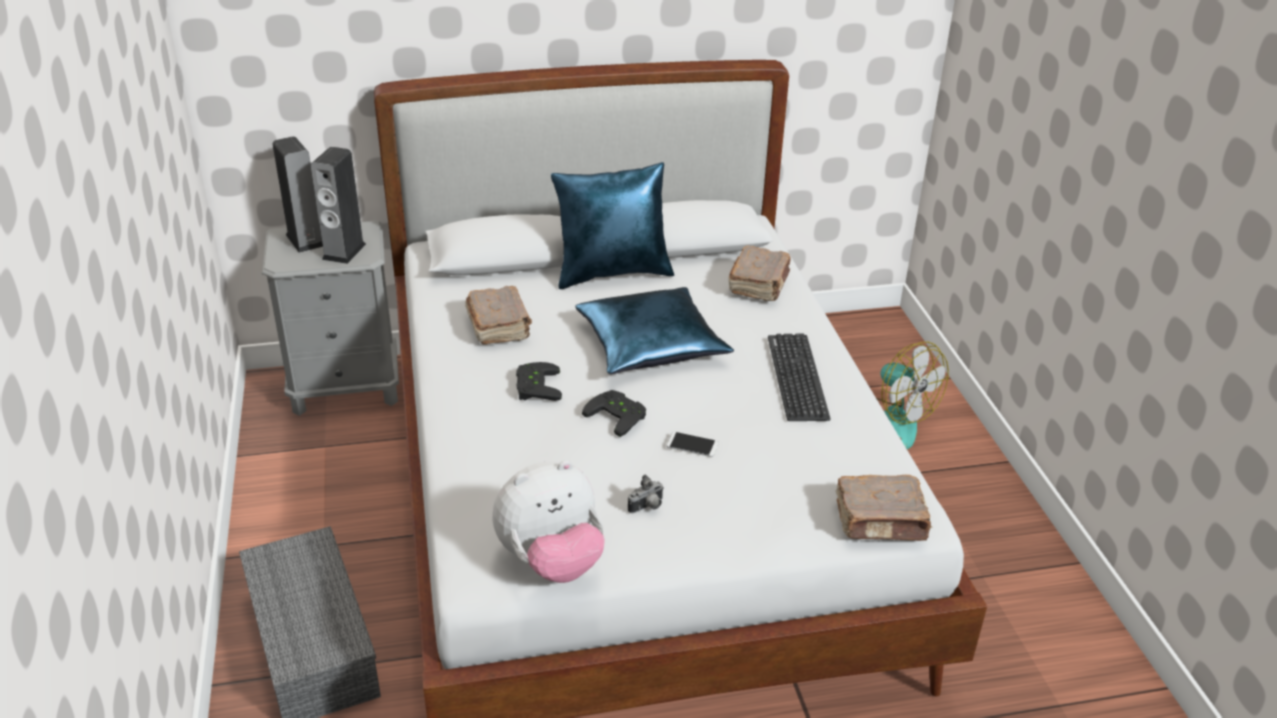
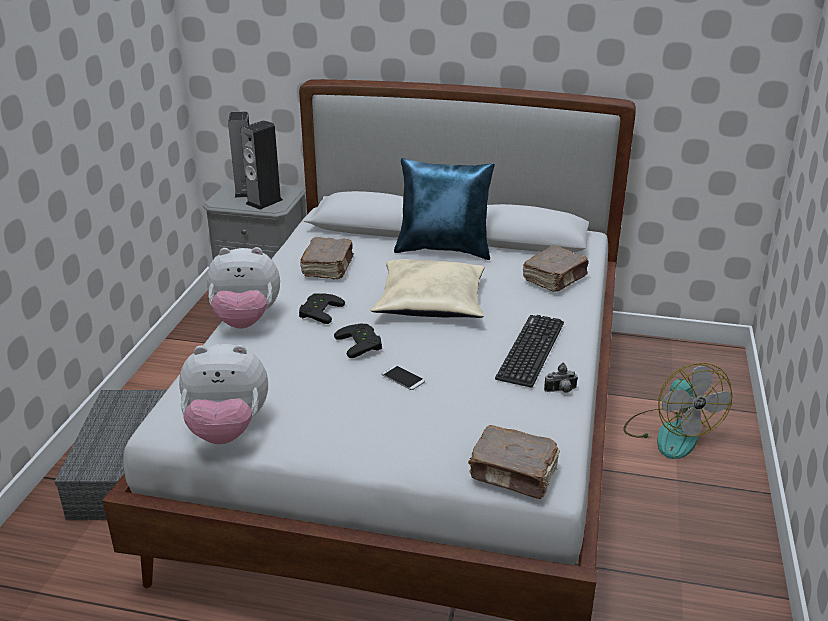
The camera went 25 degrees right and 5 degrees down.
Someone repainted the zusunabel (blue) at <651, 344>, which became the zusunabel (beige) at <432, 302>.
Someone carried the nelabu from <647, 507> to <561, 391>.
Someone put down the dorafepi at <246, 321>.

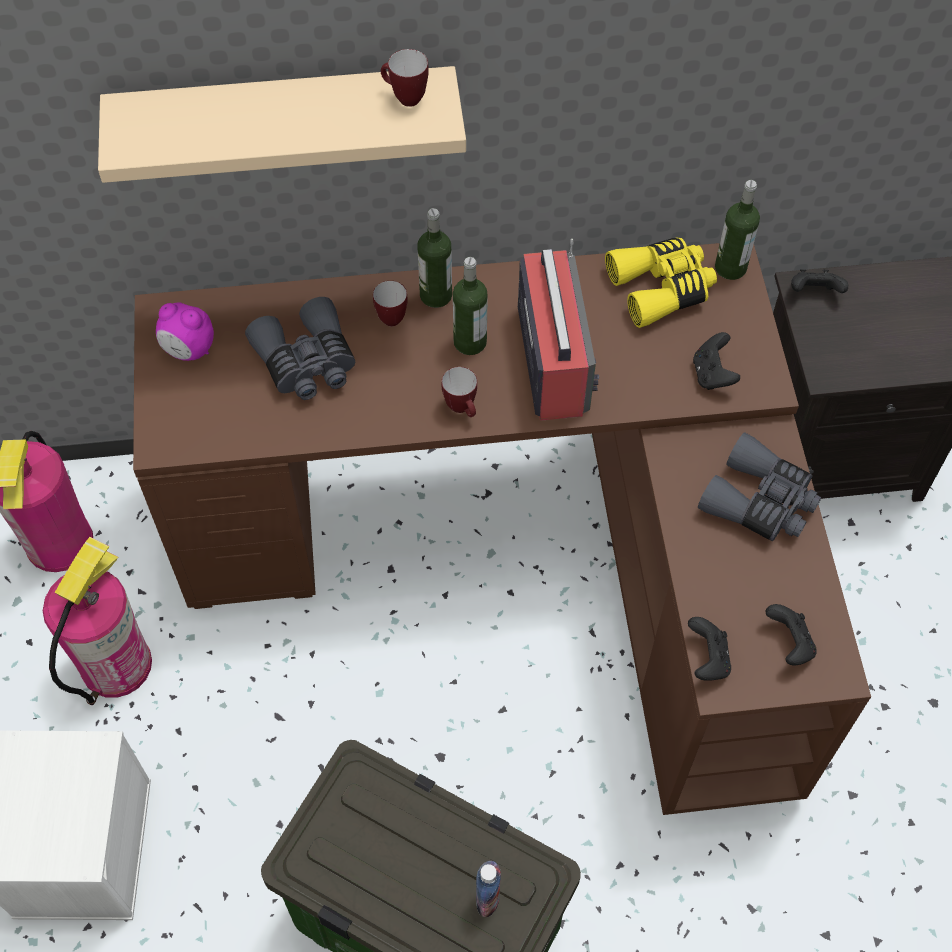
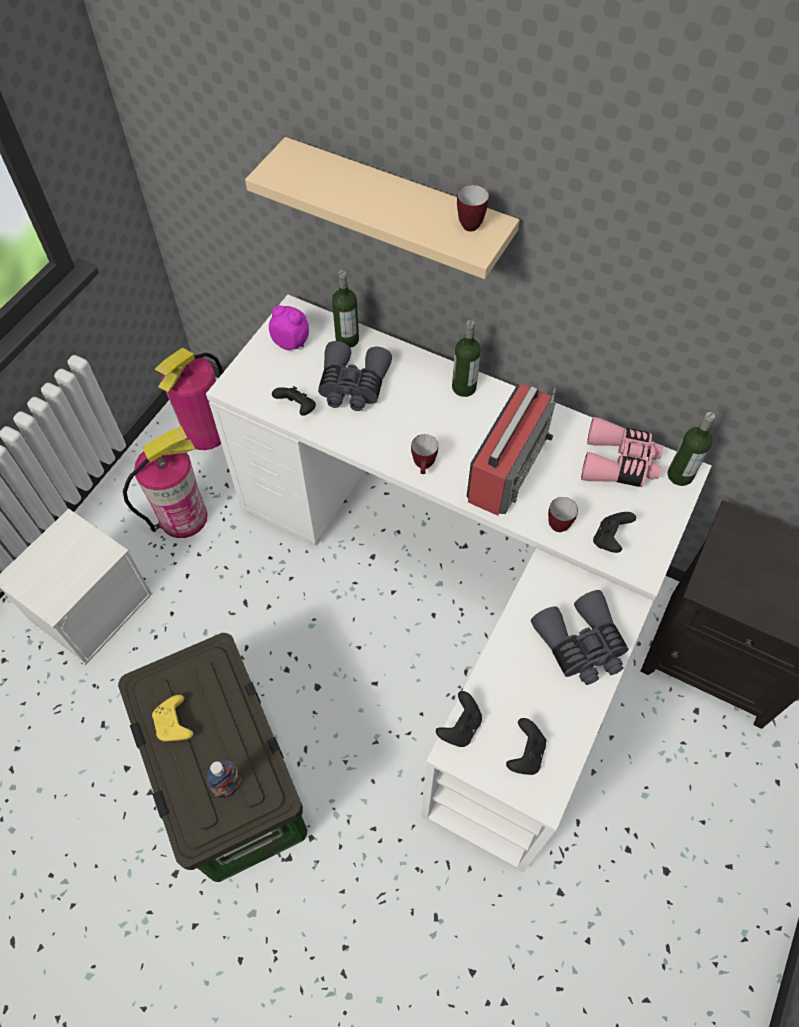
The camera went 35 degrees right and 0 degrees up.
Someone repainted the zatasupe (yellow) at <661, 288>, which became the zatasupe (pink) at <619, 462>.
Someone repainted the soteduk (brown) at <523, 552>, which became the soteduk (white) at <460, 595>.
Someone carried the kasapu from <470, 342> to <347, 339>.
Someone carried the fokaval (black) from <814, 293> to <297, 409>.
Someone carried the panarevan from <389, 316> to <558, 522>.
Someone rotated the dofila at <189, 350> by 150 degrees clockwise.
Someone put down the fokaval (yellow) at <174, 724>.

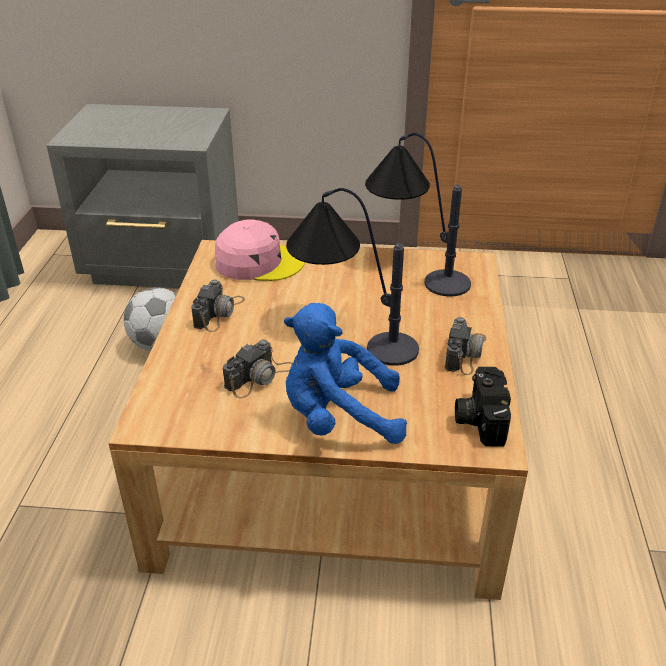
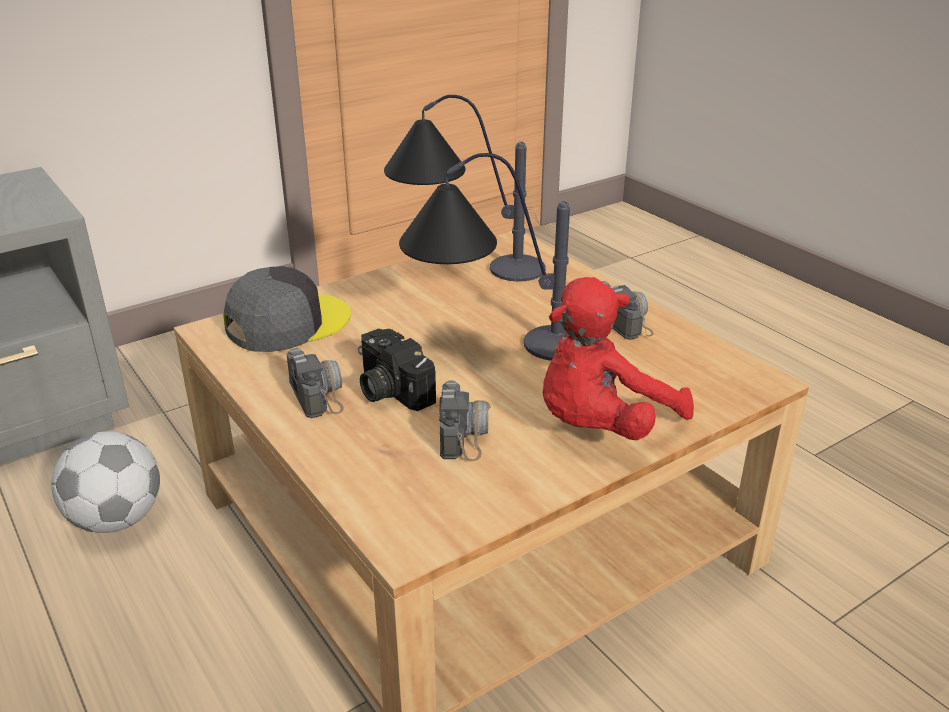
The camera went 40 degrees left and 5 degrees down.
Someone repainted the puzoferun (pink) at <258, 262>, which became the puzoferun (grey) at <287, 323>.
Someone repainted the dorafepi (blue) at <338, 418>, which became the dorafepi (red) at <601, 426>.
Someone carried the nelabu from <478, 418> to <388, 390>.

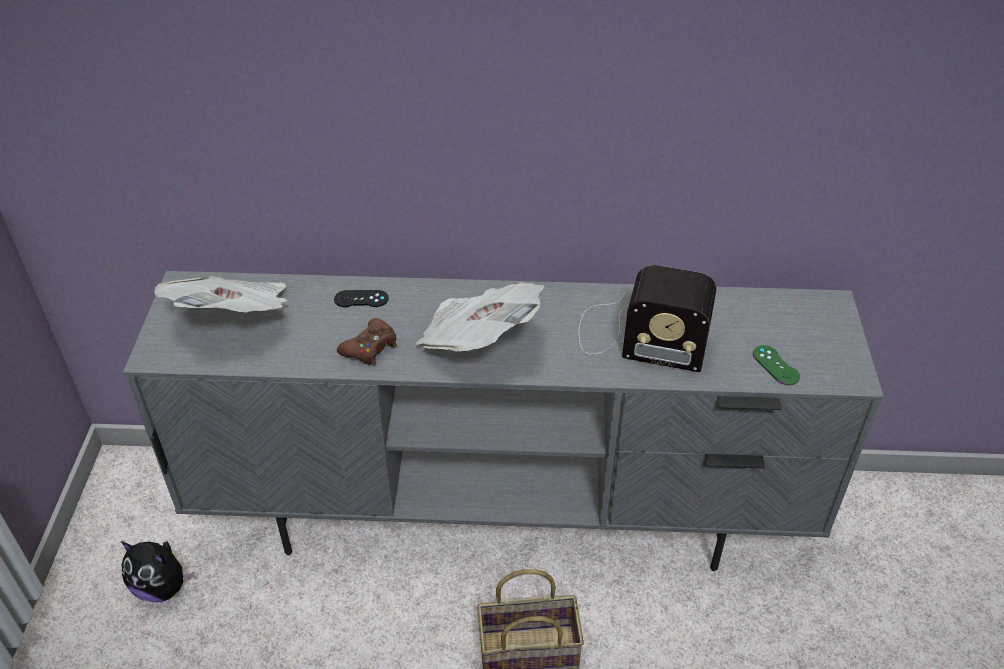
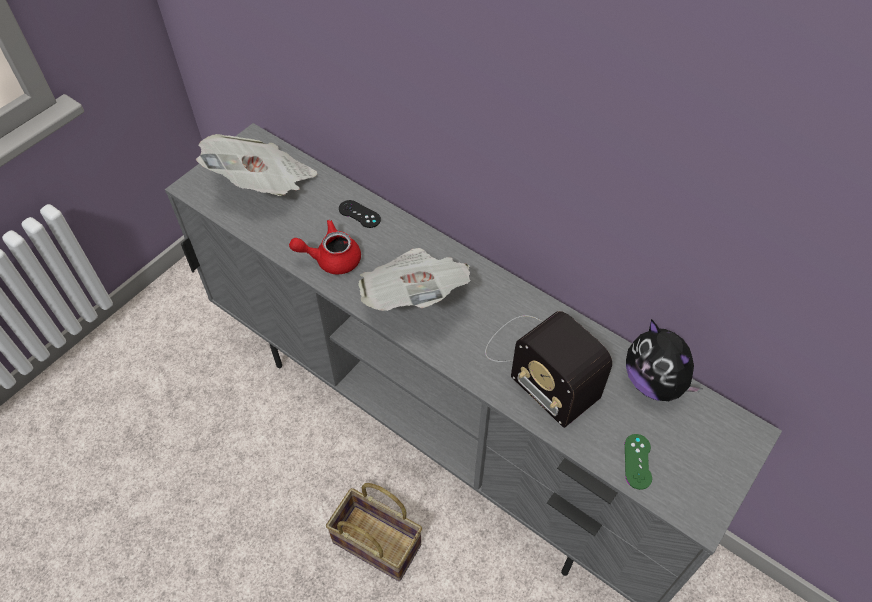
The camera went 35 degrees right and 10 degrees up.
Someone swapped the fokaval (brown) at <370, 348> for the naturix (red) at <331, 259>.
Someone carried the dorafepi from <162, 587> to <654, 382>.

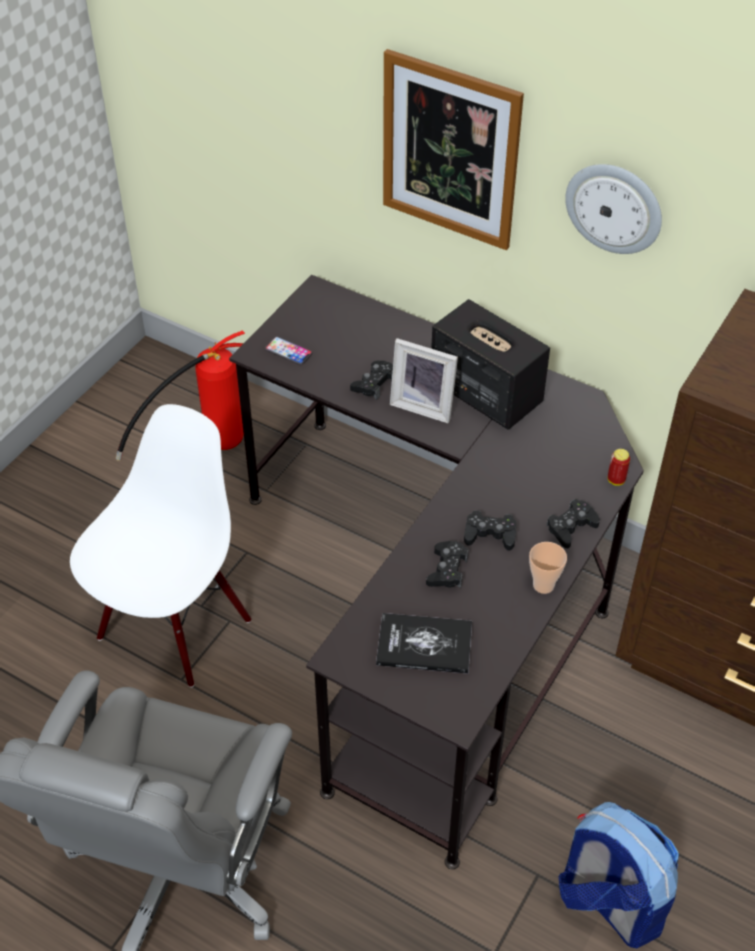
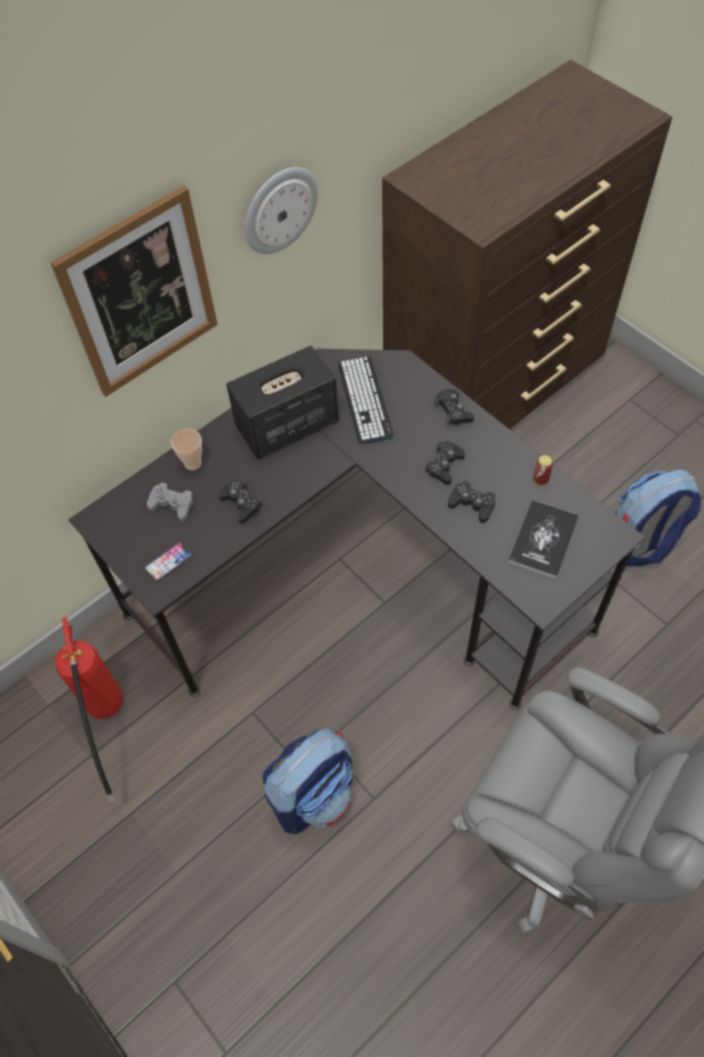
The camera went 70 degrees left and 10 degrees up.
Someone took away the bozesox at <424, 405>.
Someone swapped the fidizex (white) at <173, 626> for the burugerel at <314, 794>.
Someone carried the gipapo from <616, 480> to <540, 480>.
Someone carried the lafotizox from <543, 585> to <193, 463>.
Someone put down the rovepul at <365, 400>.
Someone put down the fokaval (grey) at <172, 505>.

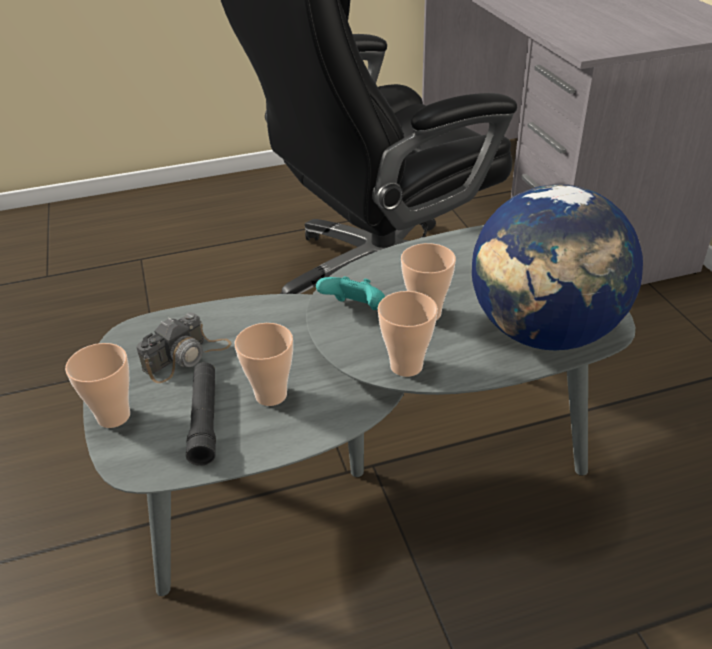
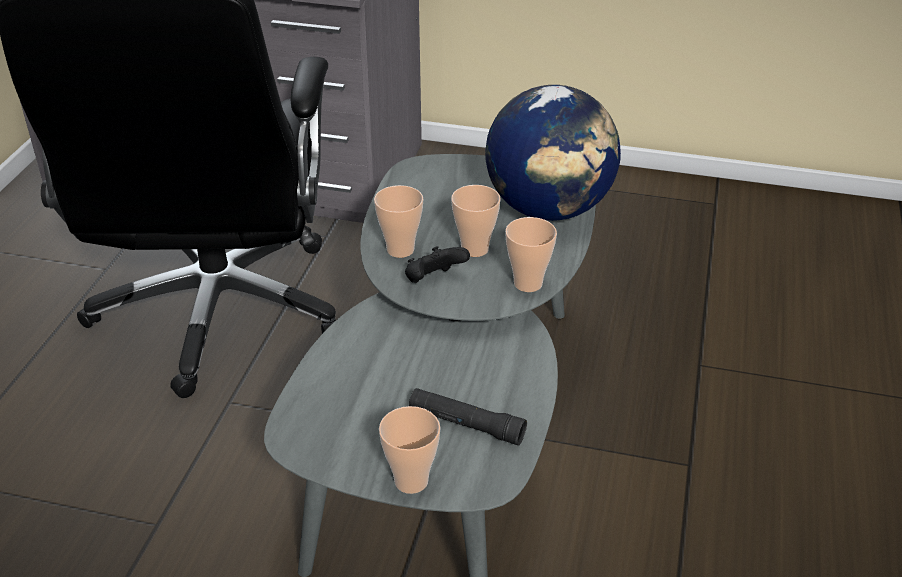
The camera went 60 degrees left and 0 degrees up.
Someone repainted the fokaval (turquoise) at <355, 310>, which became the fokaval (black) at <433, 281>.
Someone took away the nelabu at <187, 356>.
Someone carried the lafotizox from <271, 395> to <400, 250>.

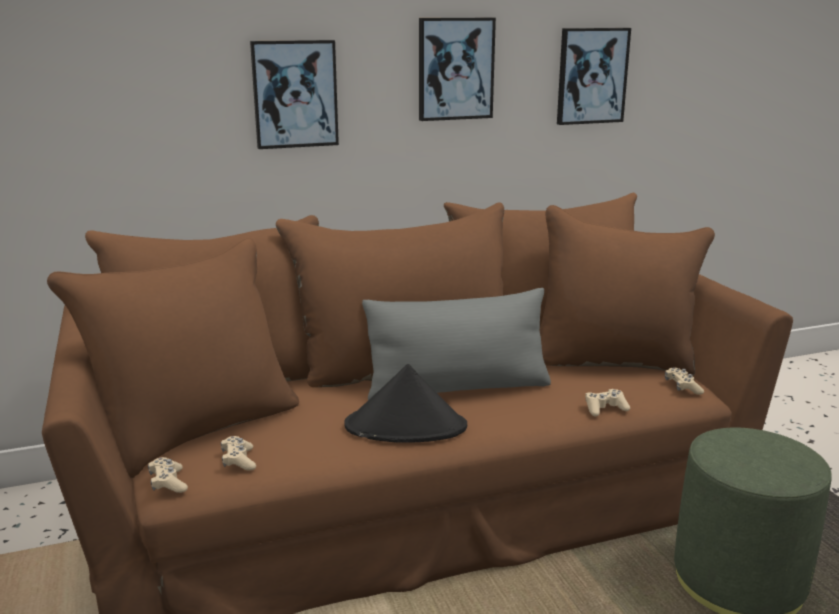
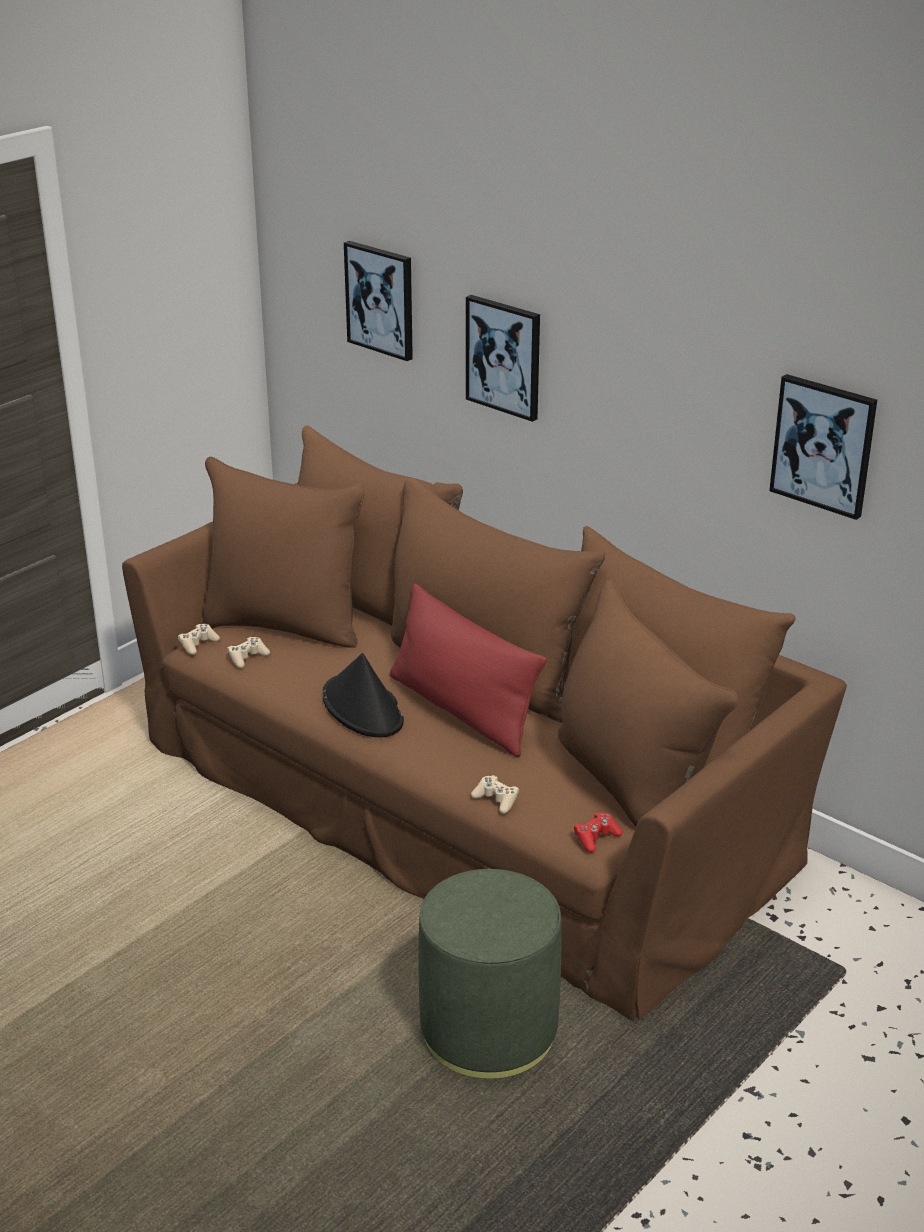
The camera went 60 degrees right and 10 degrees up.
Someone carried the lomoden from <455, 69> to <381, 299>.
Someone repainted the zusunabel (grey) at <458, 388>, which became the zusunabel (red) at <462, 710>.
Someone repainted the fokaval (beige) at <682, 387>, which became the fokaval (red) at <596, 838>.

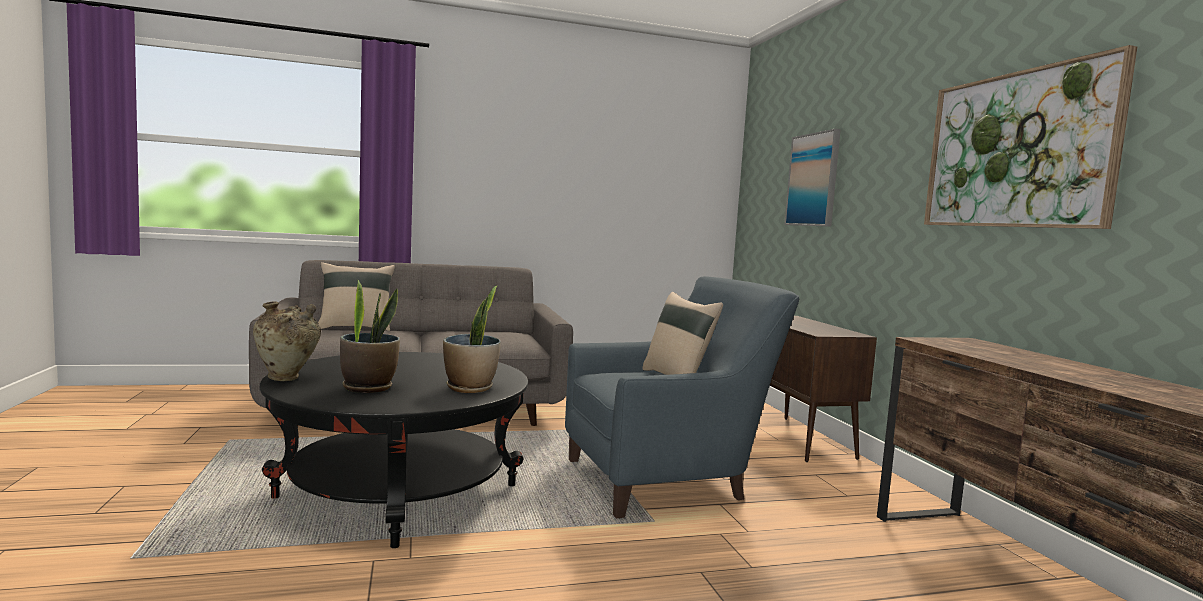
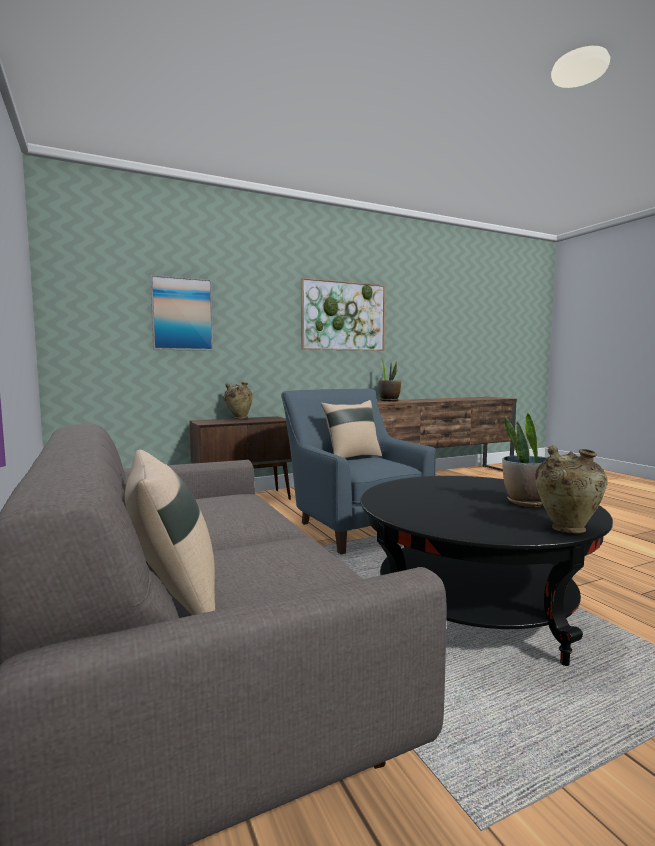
The camera went 100 degrees left and 0 degrees up.
Someone carried the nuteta from <470, 388> to <389, 401>.
Someone put down the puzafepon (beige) at <239, 418>.

